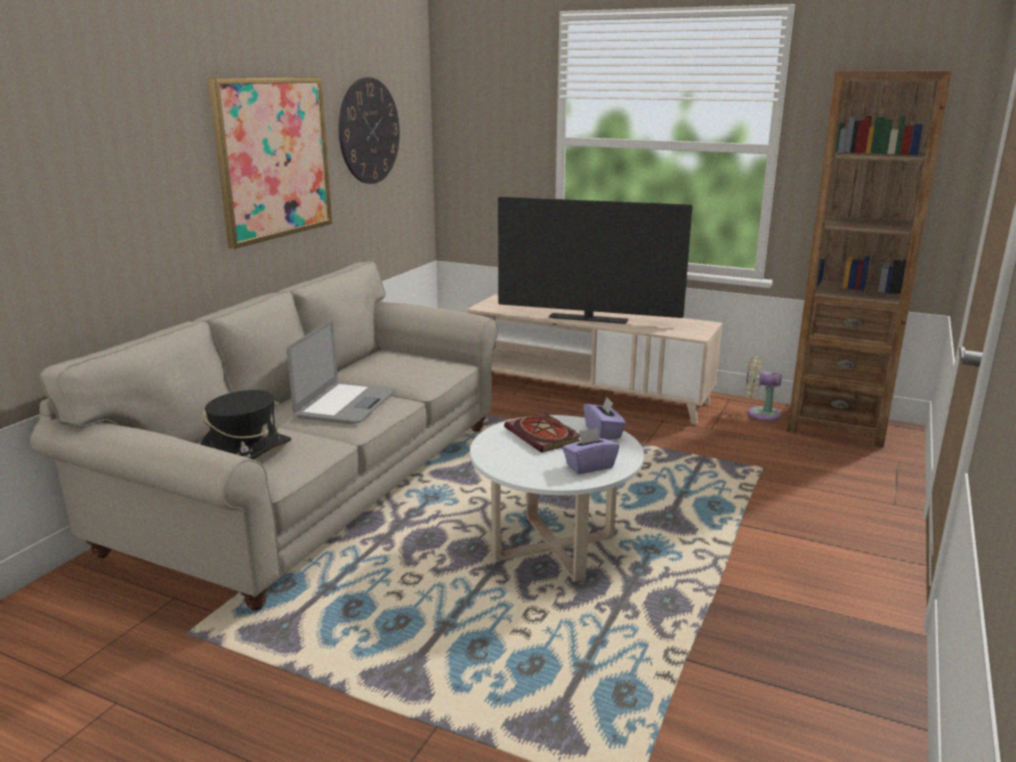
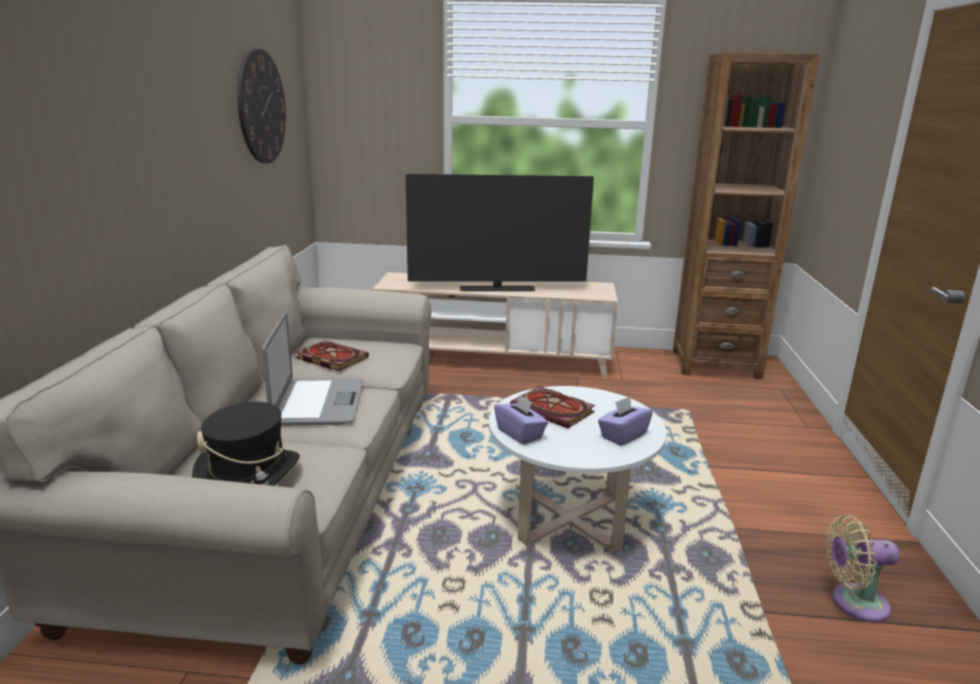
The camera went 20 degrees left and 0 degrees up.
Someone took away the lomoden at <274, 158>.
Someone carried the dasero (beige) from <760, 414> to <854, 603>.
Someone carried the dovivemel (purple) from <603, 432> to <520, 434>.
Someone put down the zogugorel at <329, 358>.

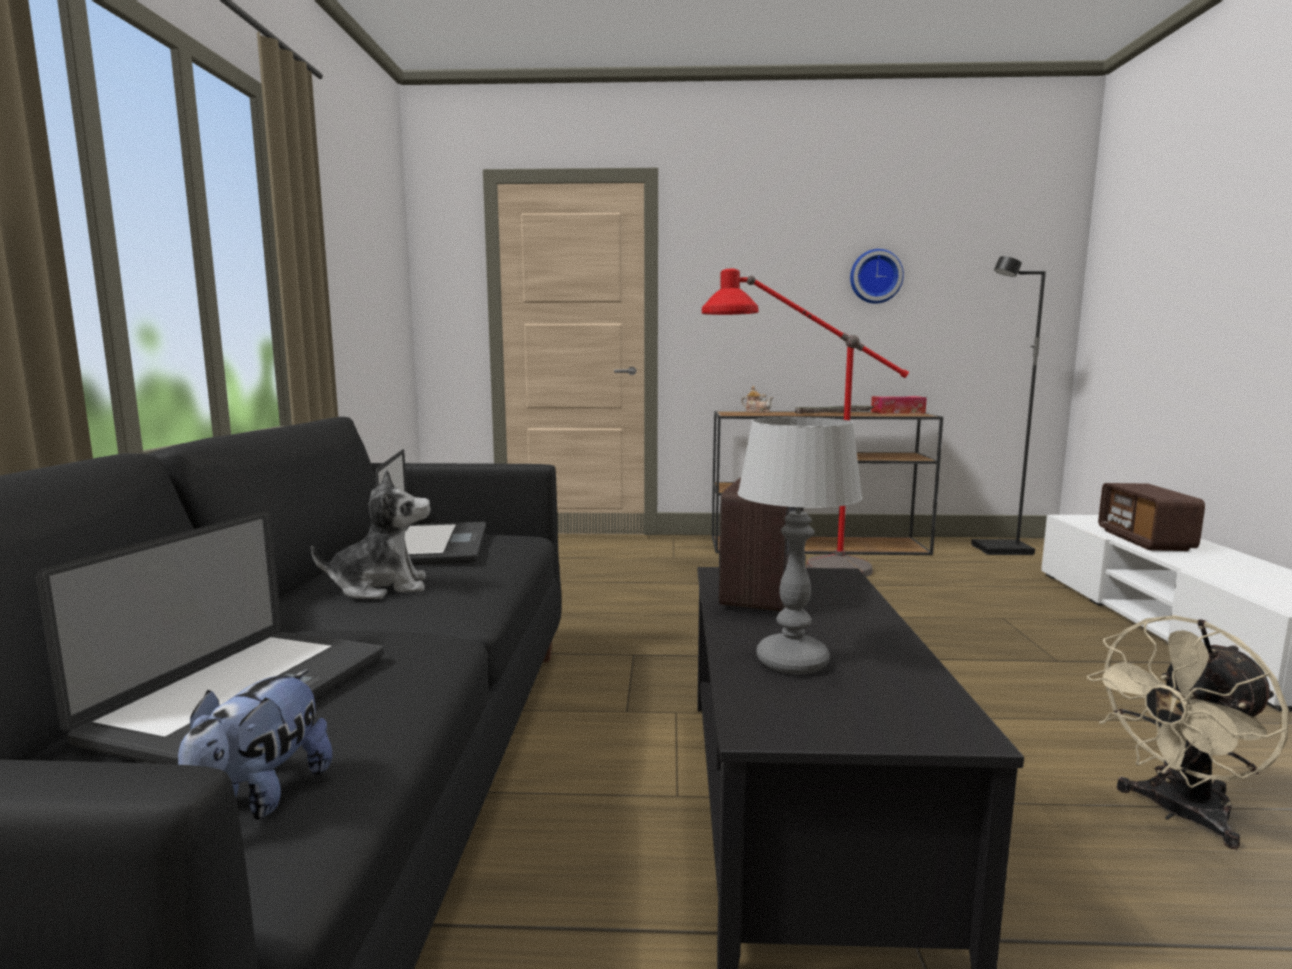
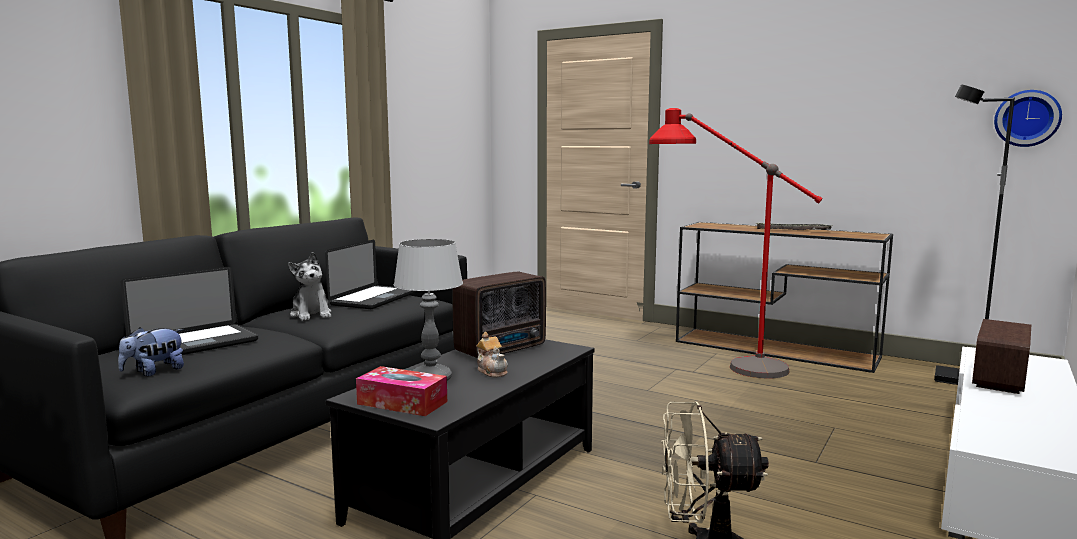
The camera went 30 degrees right and 0 degrees up.
Someone carried the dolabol from <875, 276> to <1027, 118>.
Someone carried the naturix from <757, 411> to <492, 371>.
Someone carried the dovivemel from <897, 412> to <402, 403>.
Someone rotated the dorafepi at <381, 587> by 45 degrees clockwise.

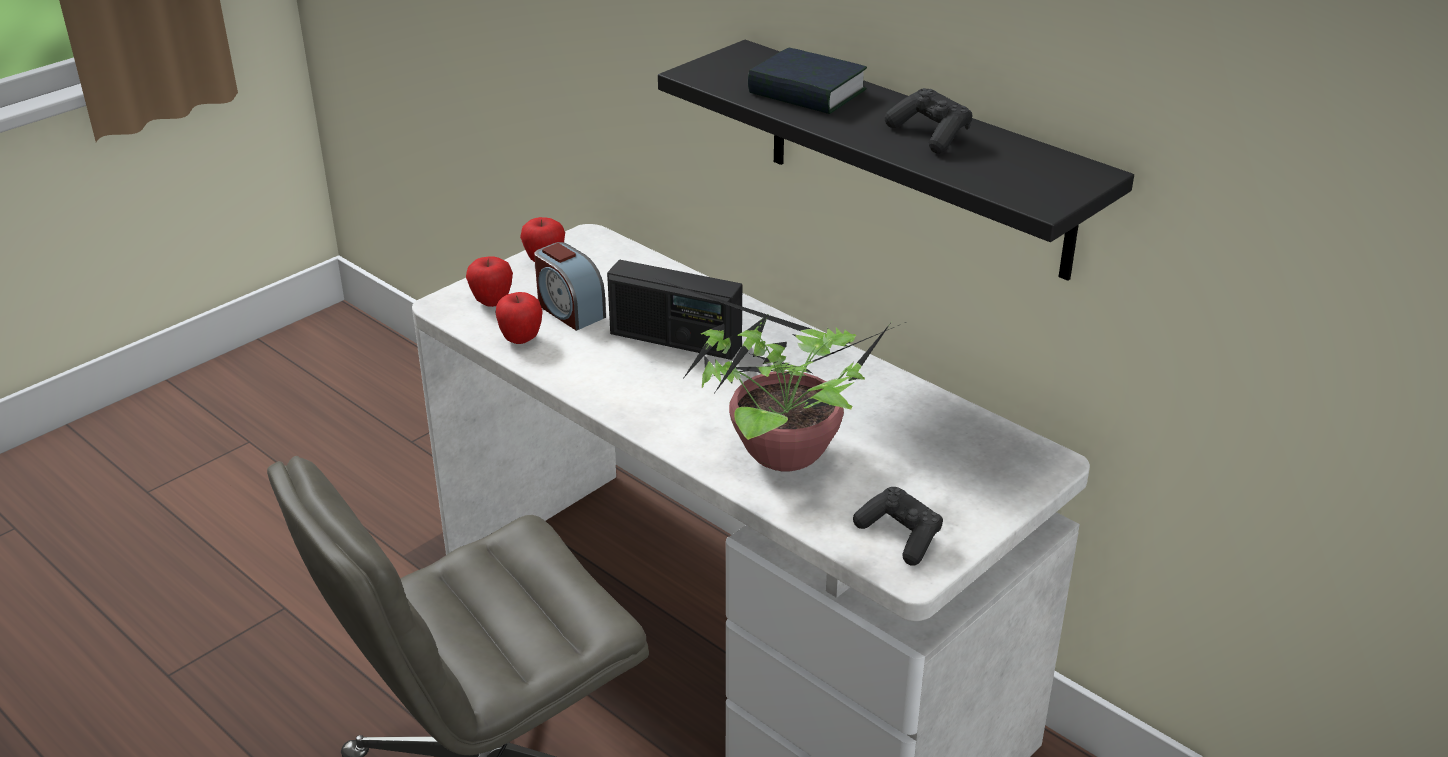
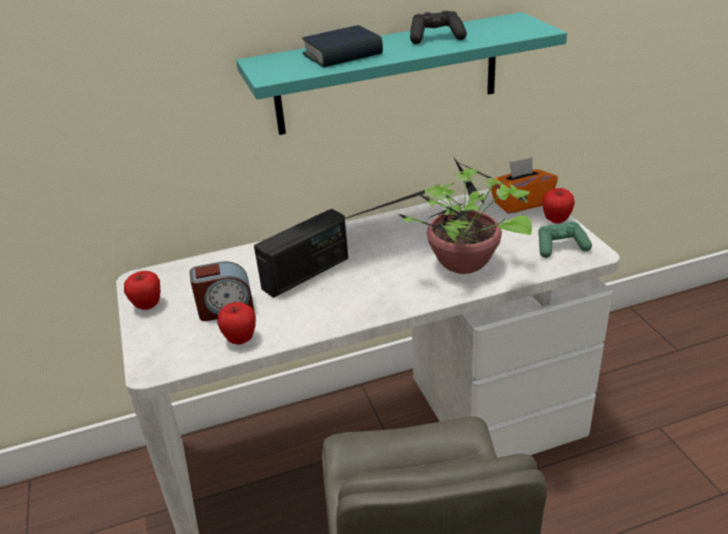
The camera went 60 degrees left and 0 degrees up.
Someone repainted the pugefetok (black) at <917, 159>, which became the pugefetok (turquoise) at <388, 74>.
Someone carried the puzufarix from <492, 302> to <556, 220>.
Someone repainted the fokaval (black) at <900, 536>, which became the fokaval (green) at <560, 247>.
Someone put down the dovivemel (orange) at <520, 203>.

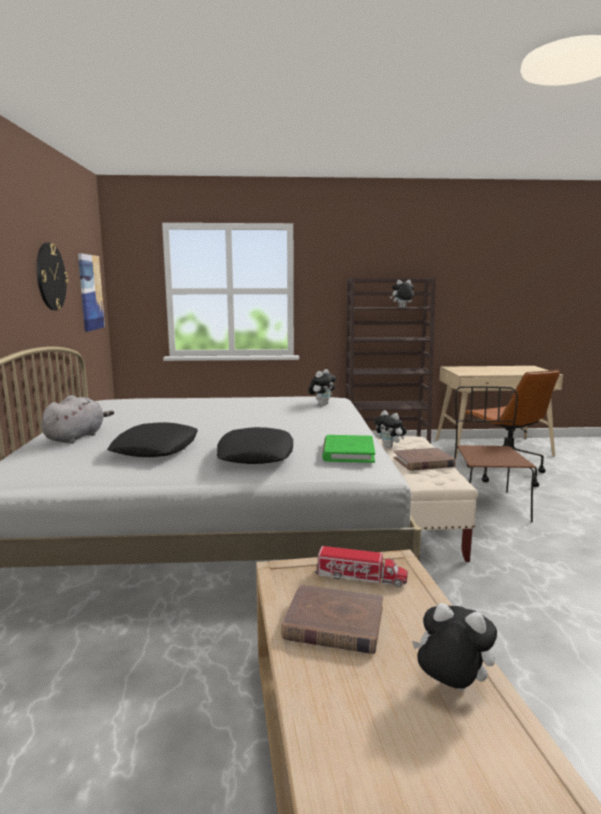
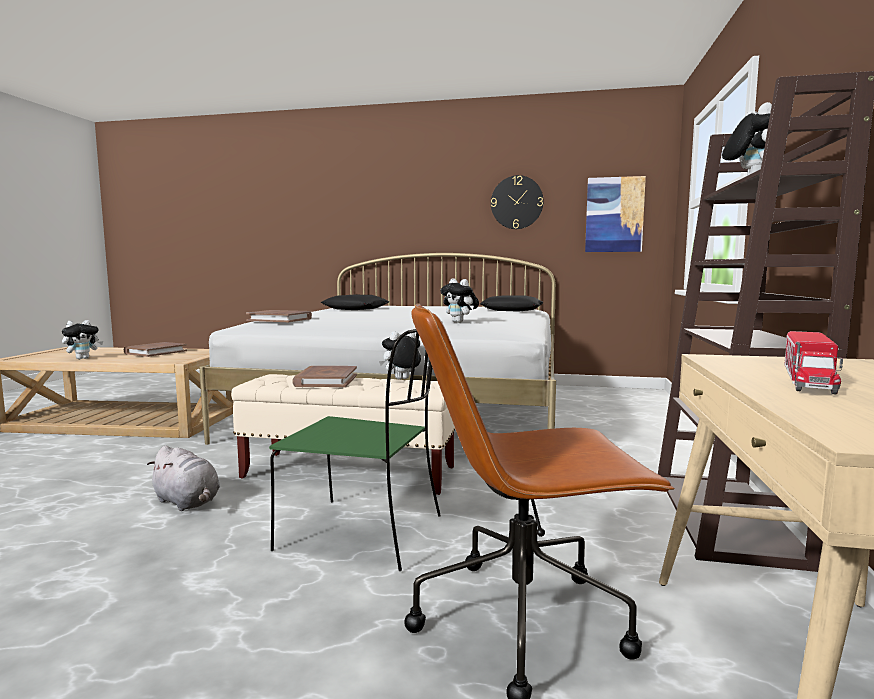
The camera went 105 degrees right and 5 degrees down.
Someone repainted the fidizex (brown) at <486, 505>, which became the fidizex (green) at <365, 533>.
Someone carried the dorafepi (grey) from <76, 437> to <188, 502>.
Someone carried the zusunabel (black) from <255, 454> to <512, 310>.
Someone repainted the zogugorel (green) at <348, 452>, which became the zogugorel (brown) at <280, 319>.
Someone carried the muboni from <360, 577> to <808, 380>.

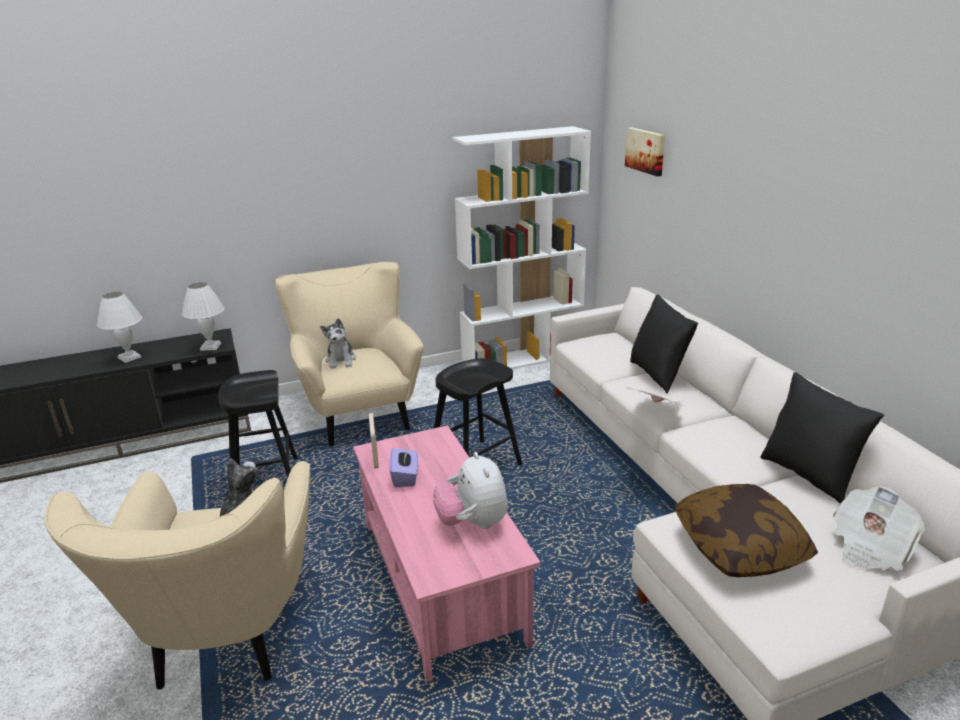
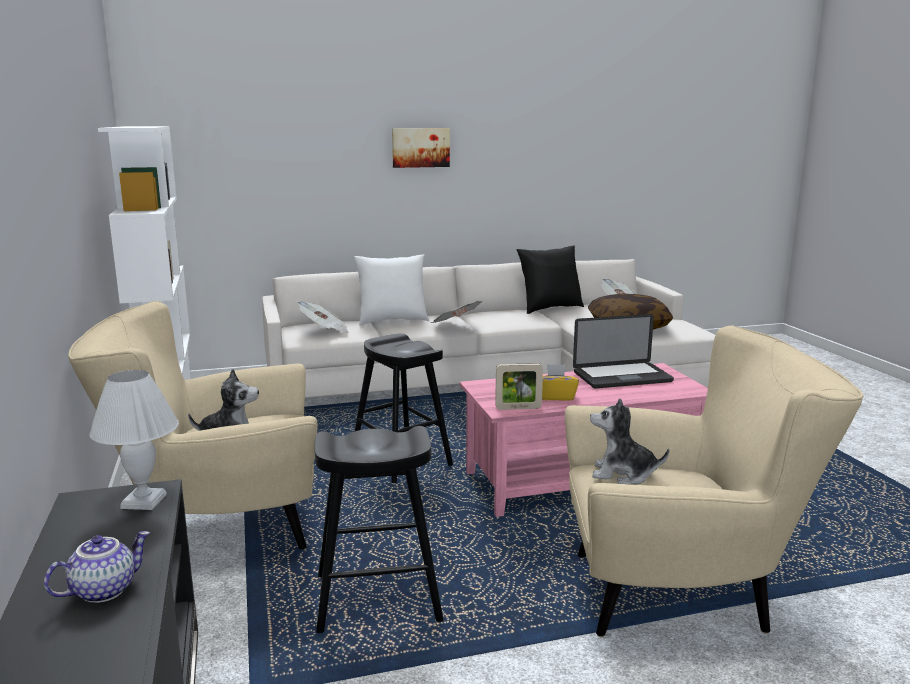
The camera went 85 degrees left and 10 degrees down.
Someone carried the lomoden from <646, 151> to <420, 147>.
Someone swapped the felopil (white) at <130, 357> for the naturix at <104, 590>.
Someone repainted the zusunabel (black) at <658, 375>, which became the zusunabel (white) at <392, 321>.
Someone repainted the dovivemel (purple) at <405, 477>, which became the dovivemel (yellow) at <555, 397>.
Someone swapped the dorafepi at <472, 522> for the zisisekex at <622, 377>.
Someone put down the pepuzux at <324, 330>.

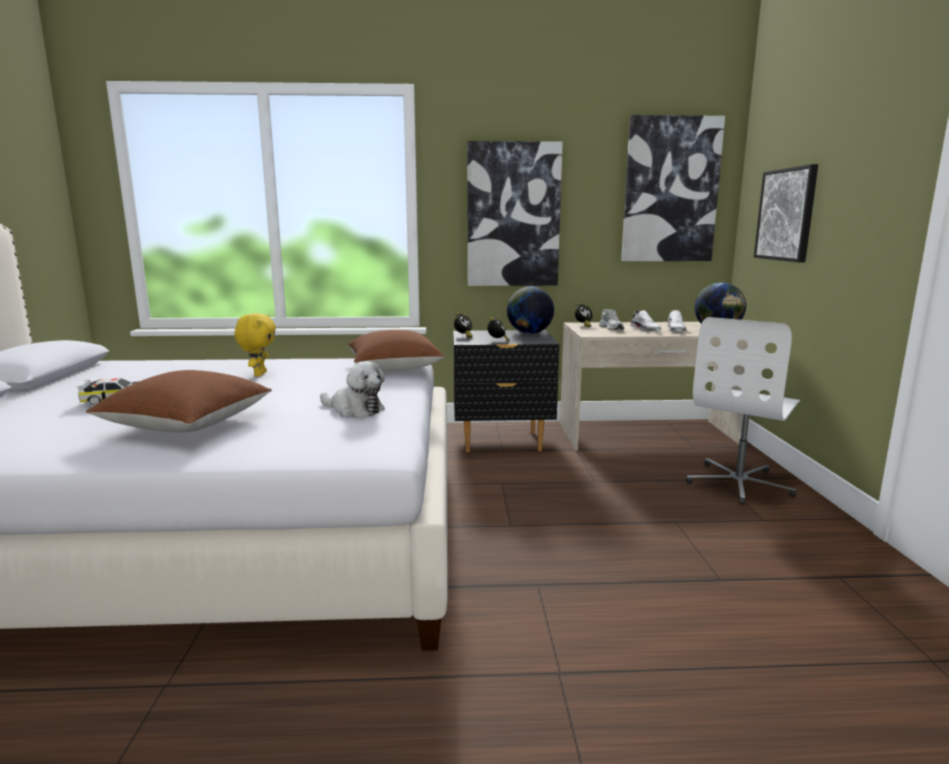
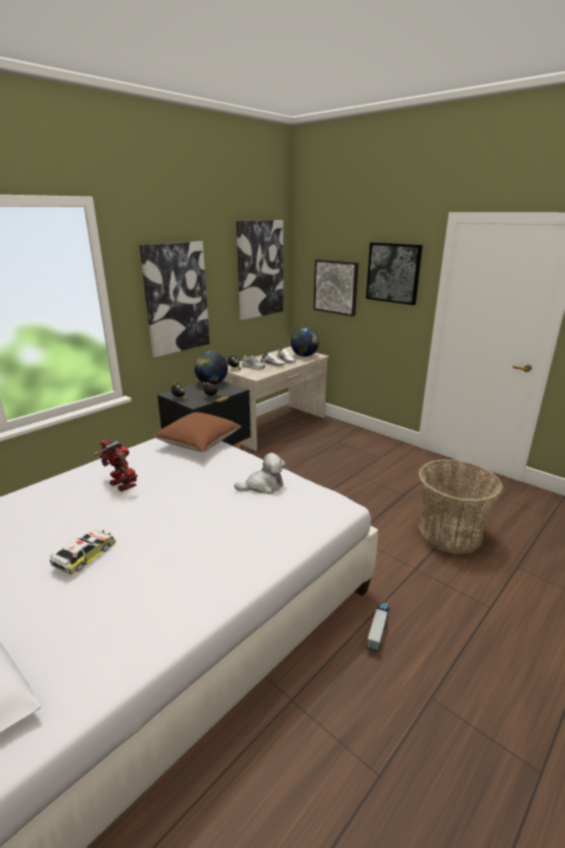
The camera went 45 degrees left and 10 degrees up.
Someone swapped the dorafepi (yellow) at <259, 374> for the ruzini at <121, 485>.
Someone took away the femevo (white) at <739, 484>.
Someone took away the zusunabel (brown) at <187, 425>.
Someone put up the lomoden at <393, 273>.
Someone put down the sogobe at <449, 533>.
Someone put down the muboni at <378, 629>.

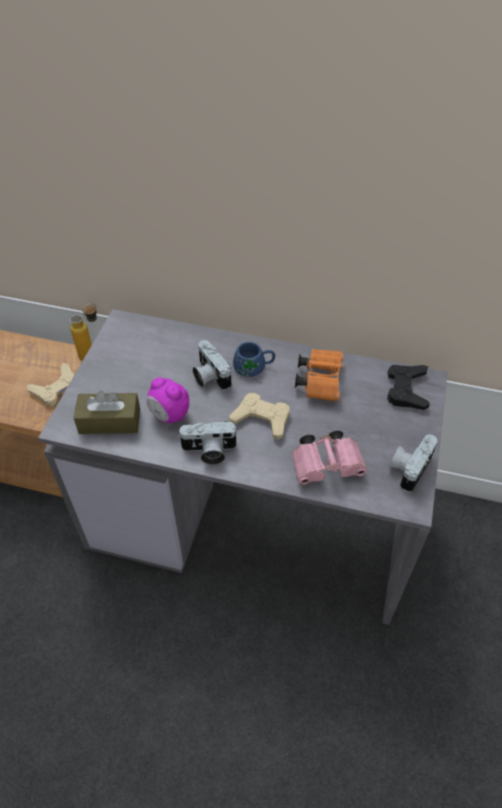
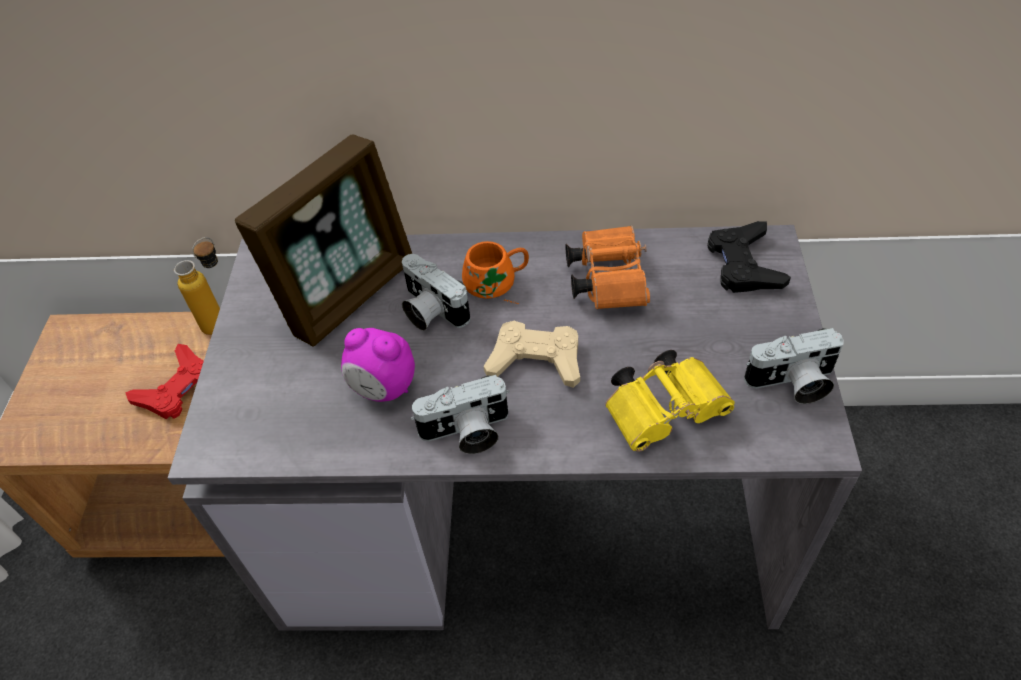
The camera went 10 degrees left and 0 degrees up.
Someone repainted the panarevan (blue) at <253, 369>, which became the panarevan (orange) at <497, 284>.
Someone repainted the fokaval (beige) at <57, 389>, which became the fokaval (red) at <177, 388>.
Someone took away the dovivemel (brown) at <110, 421>.
Someone repainted the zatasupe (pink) at <328, 465>, which became the zatasupe (yellow) at <667, 410>.
Someone rotated the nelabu at <409, 467> by 120 degrees counterclockwise.
Someone put down the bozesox at <349, 293>.

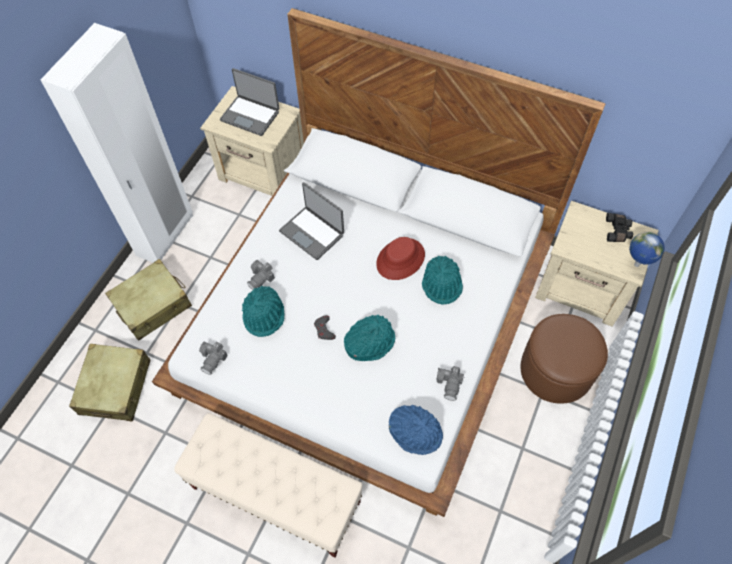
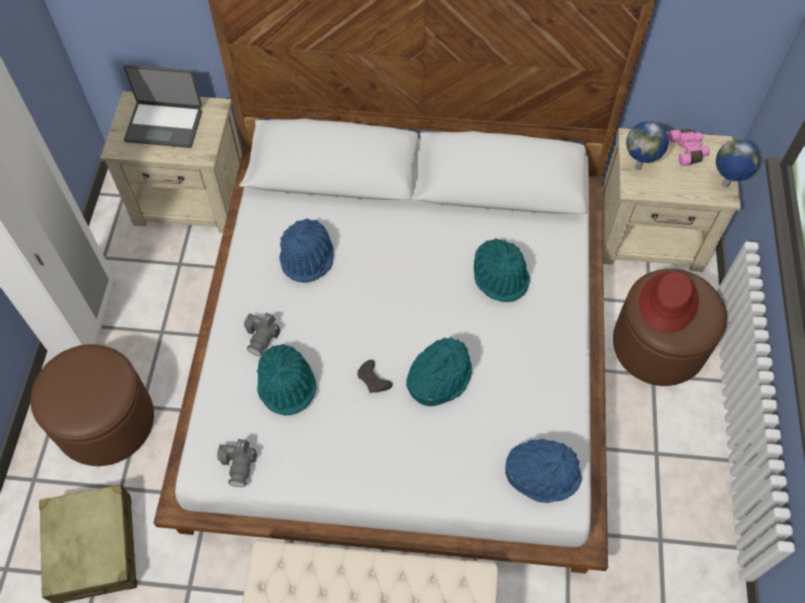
The camera went 20 degrees left and 0 degrees up.
Someone swapped the zisisekex at <312, 232> for the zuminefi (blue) at <307, 257>.
Someone repainted the zatasupe (black) at <618, 231>, which became the zatasupe (pink) at <688, 150>.
Someone carried the zuminefi (red) from <400, 259> to <668, 302>.
Someone swapped the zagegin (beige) at <153, 305> for the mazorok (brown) at <105, 420>.
Someone took away the nelabu at <450, 384>.
Someone put down the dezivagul at <639, 167>.

